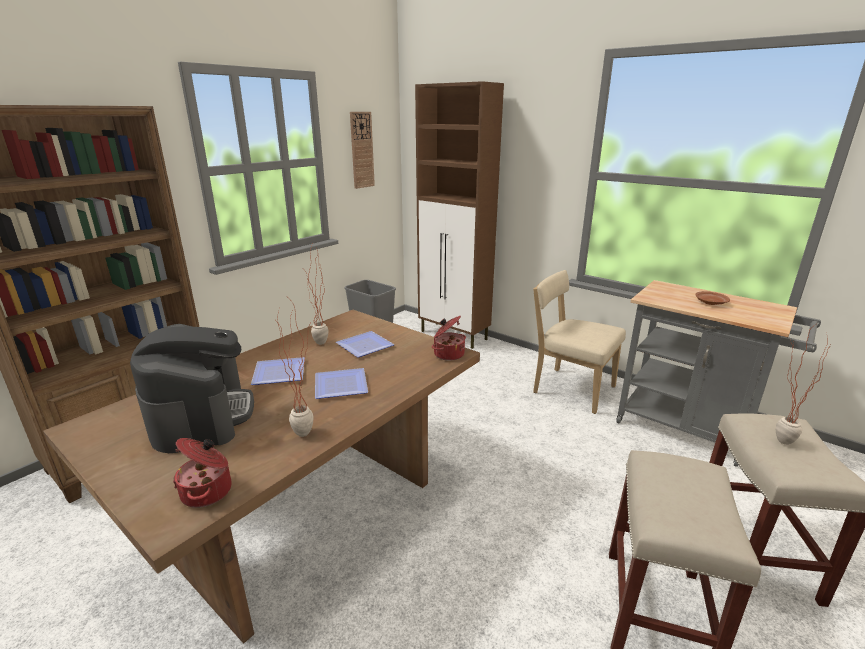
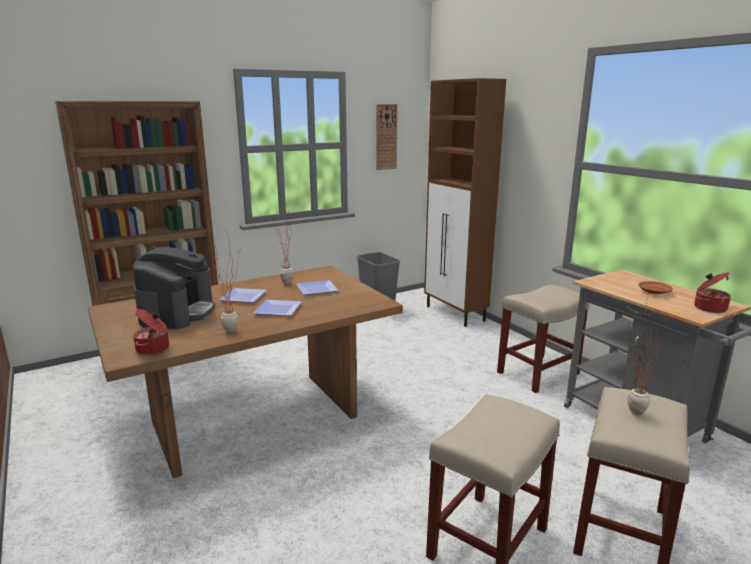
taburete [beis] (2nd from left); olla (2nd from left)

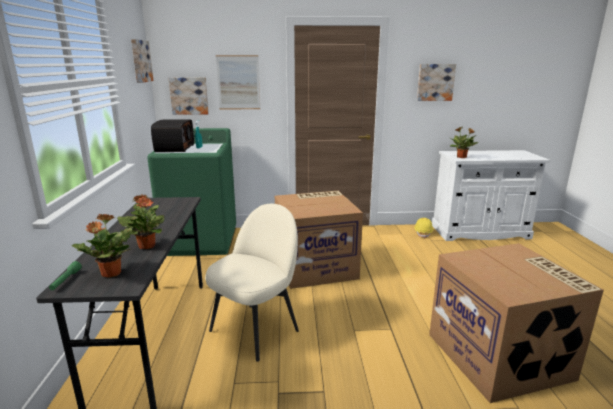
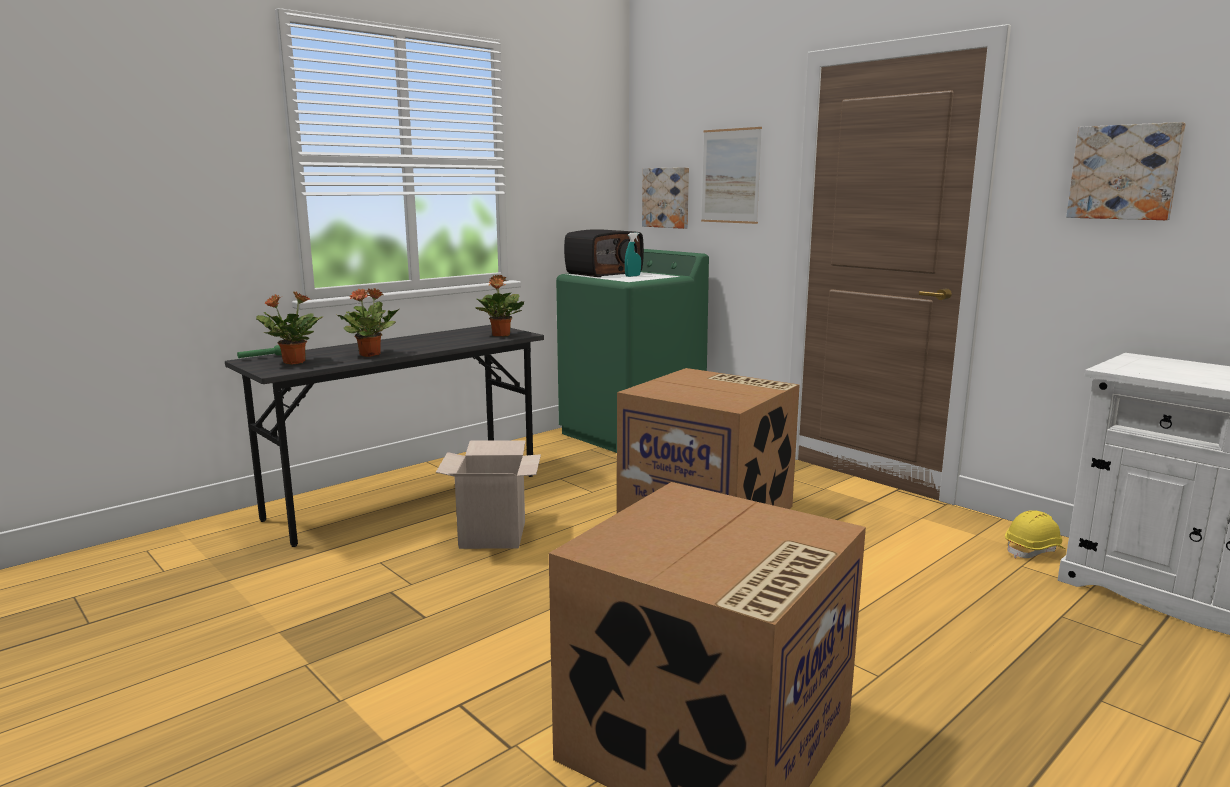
caja de cartón (1st from left); planta en maceta (3rd from left); cuadro (1st from left in the first image)

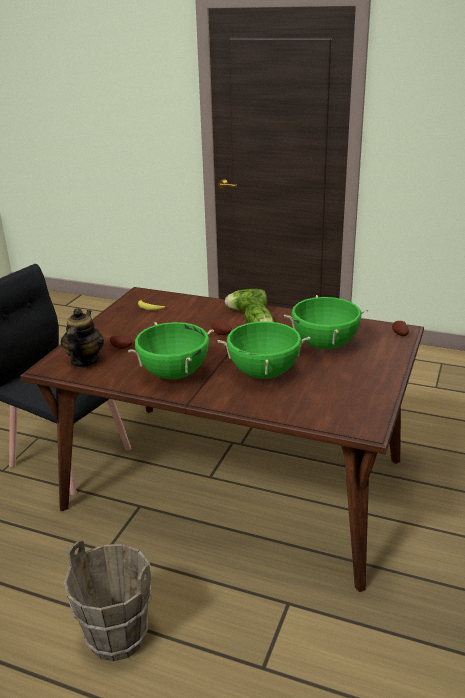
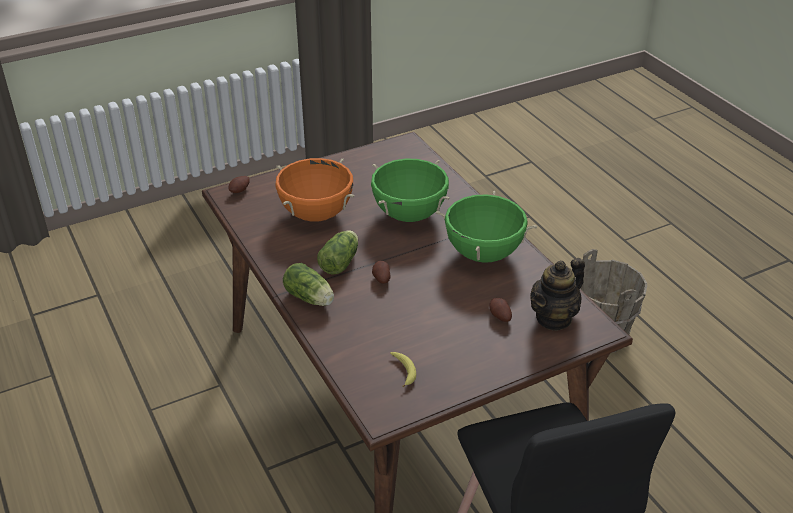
olla [naranja]

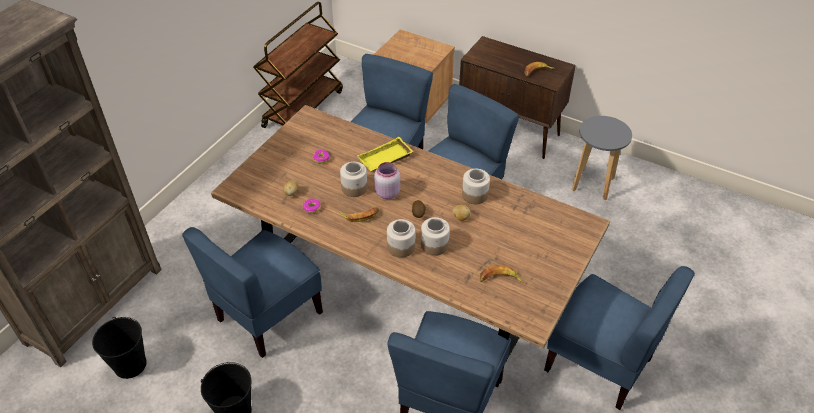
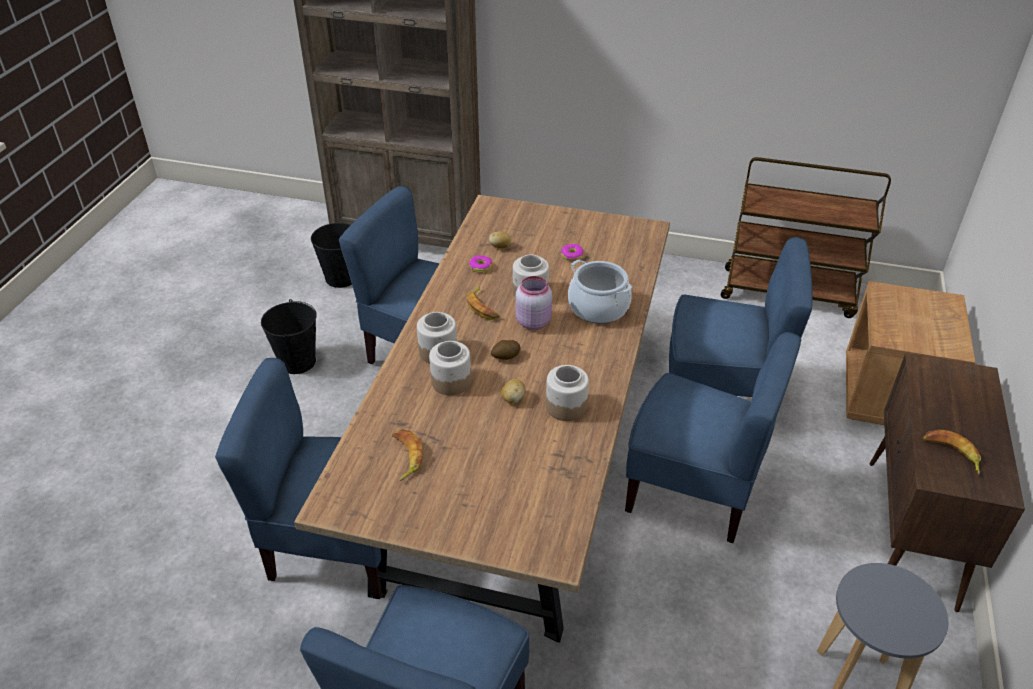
olla

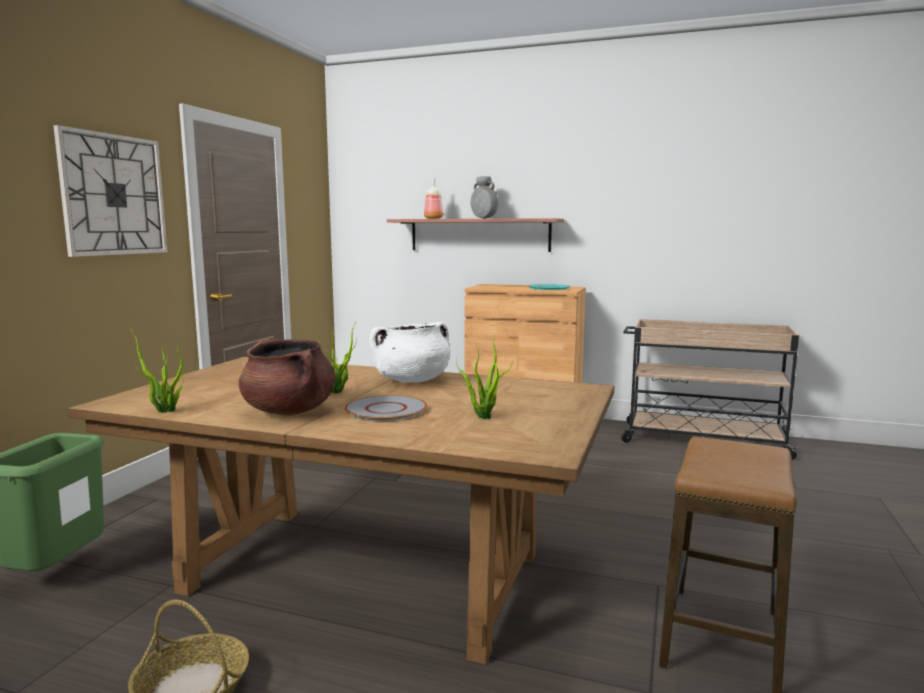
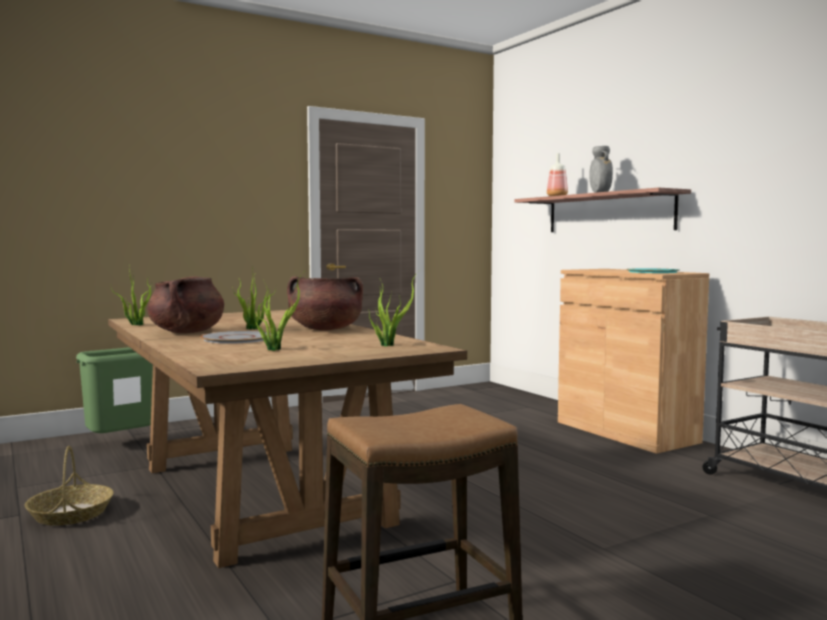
olla [marrón] (2nd from left); planta en maceta (4th from left); reloj de pared

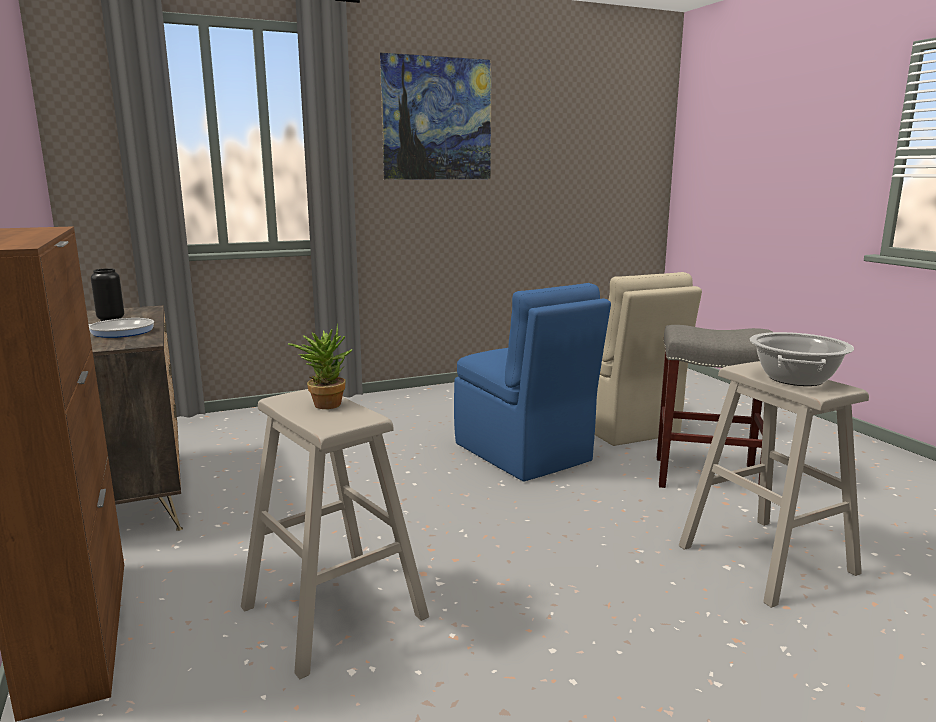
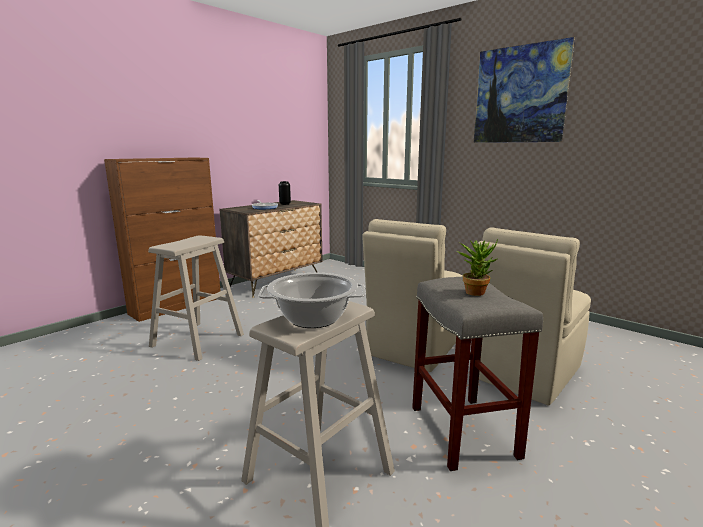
silla [beis] (1st from left); planta en maceta

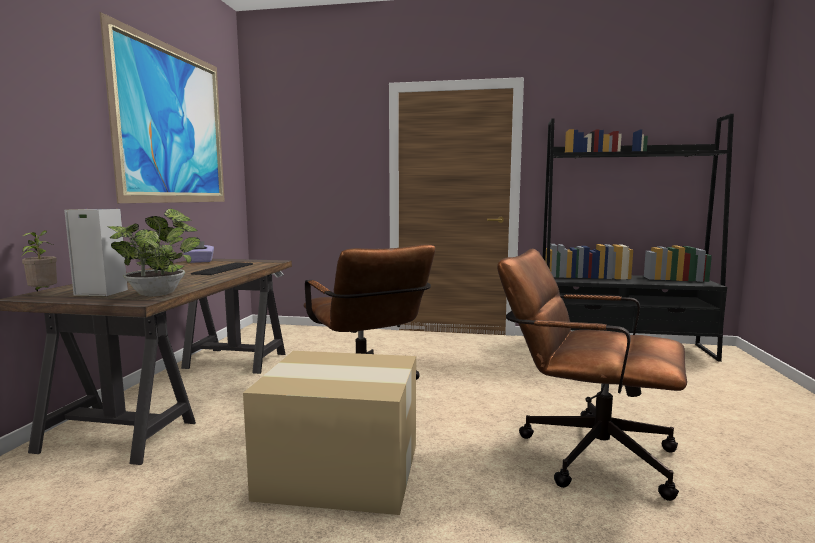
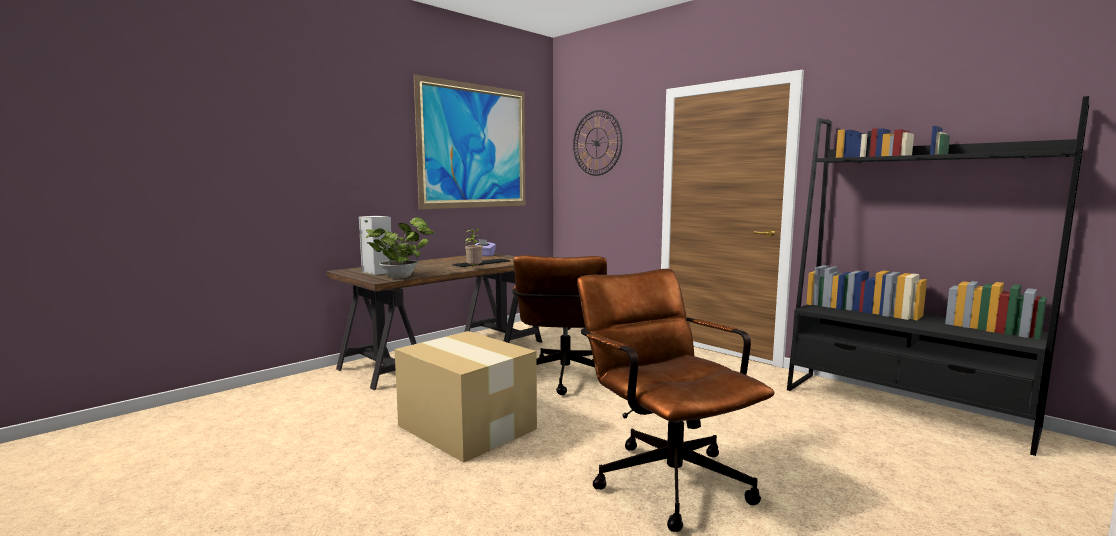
planta en maceta (2nd from left); reloj de pared

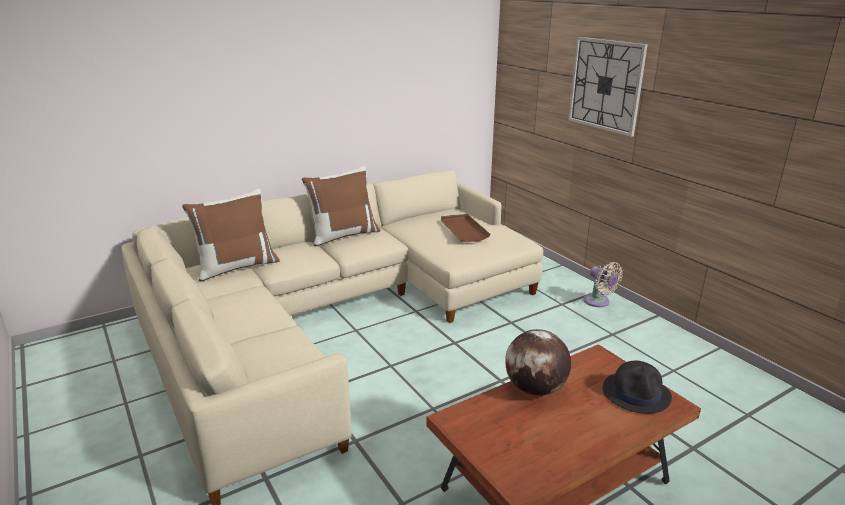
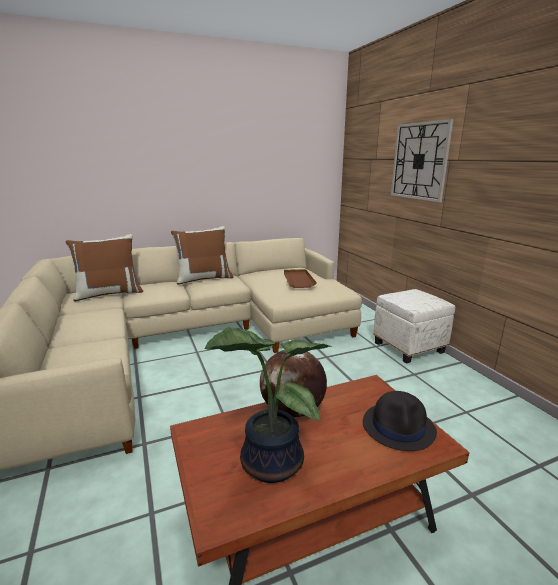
planta en maceta; puf [blanco]

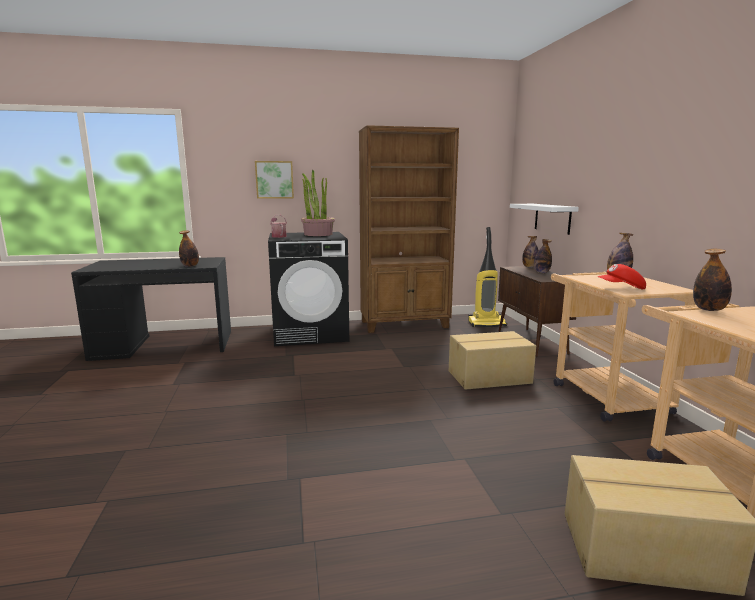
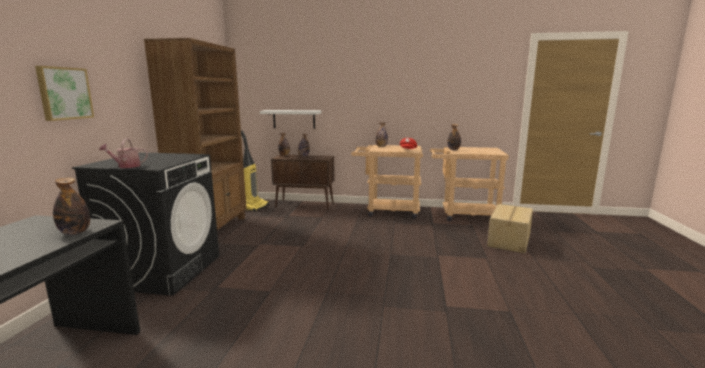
planta en maceta; caja de cartón (1st from left in the first image)

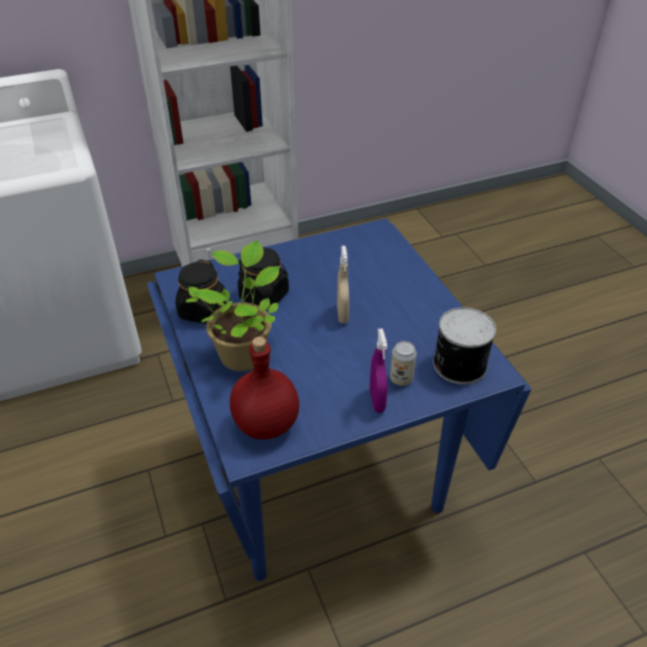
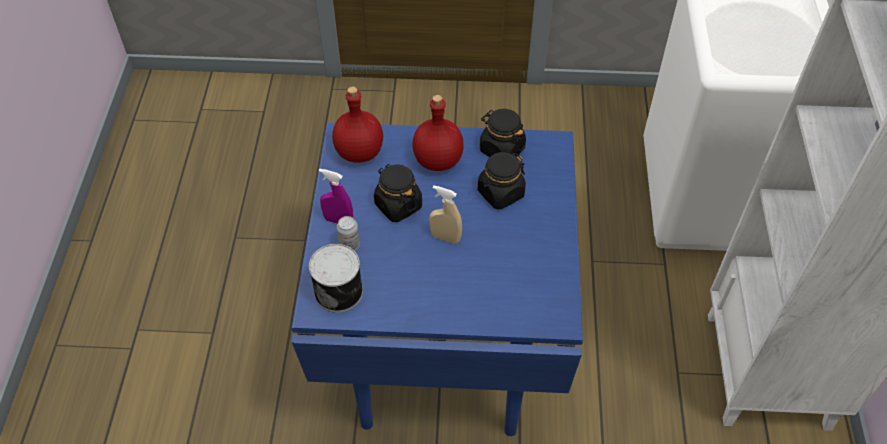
tarro [negro] (1st from left); botella [rojo] (2nd from left)

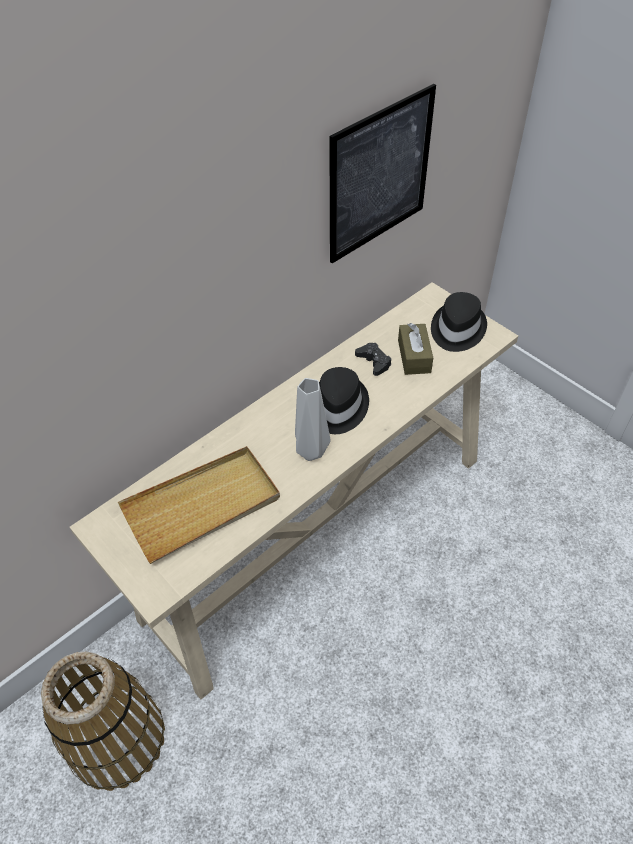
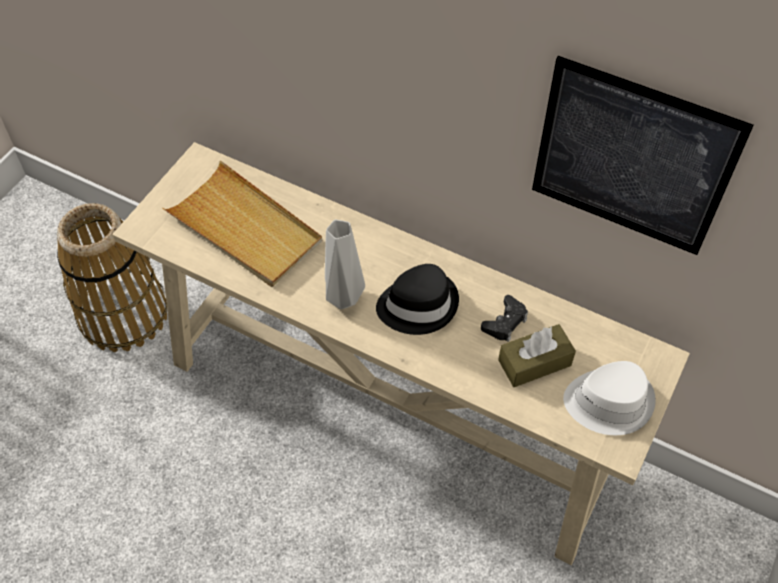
sombrero [blanco]

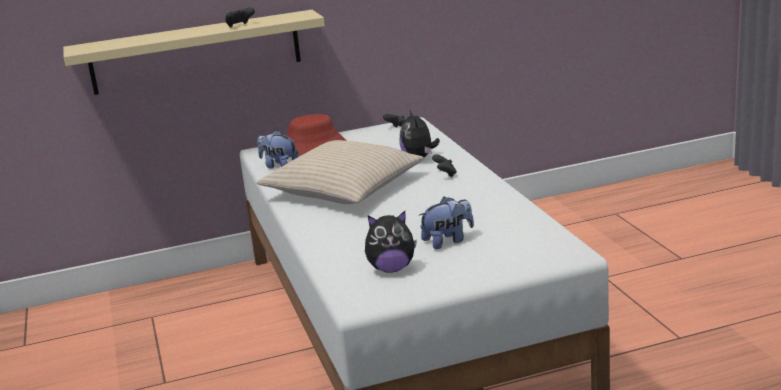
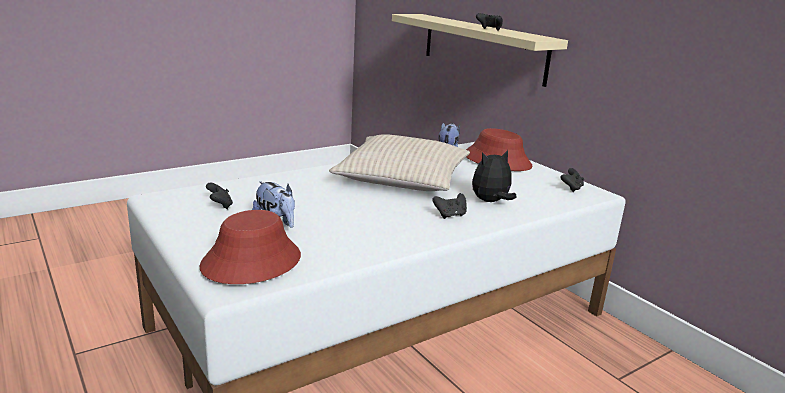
sombrero [rojo] (1st from left); mando de consola [negro] (1st from left)

